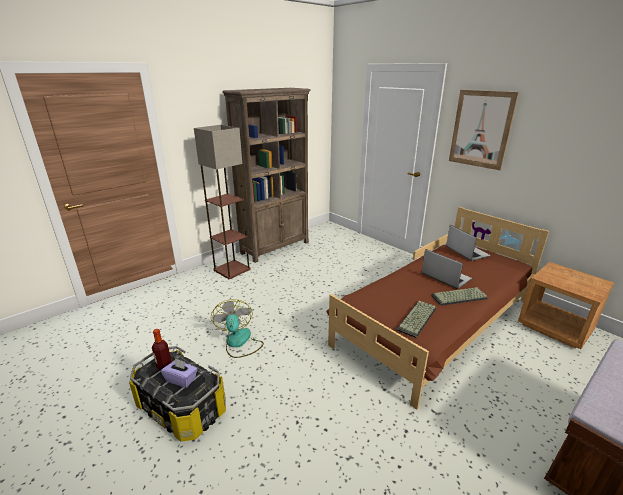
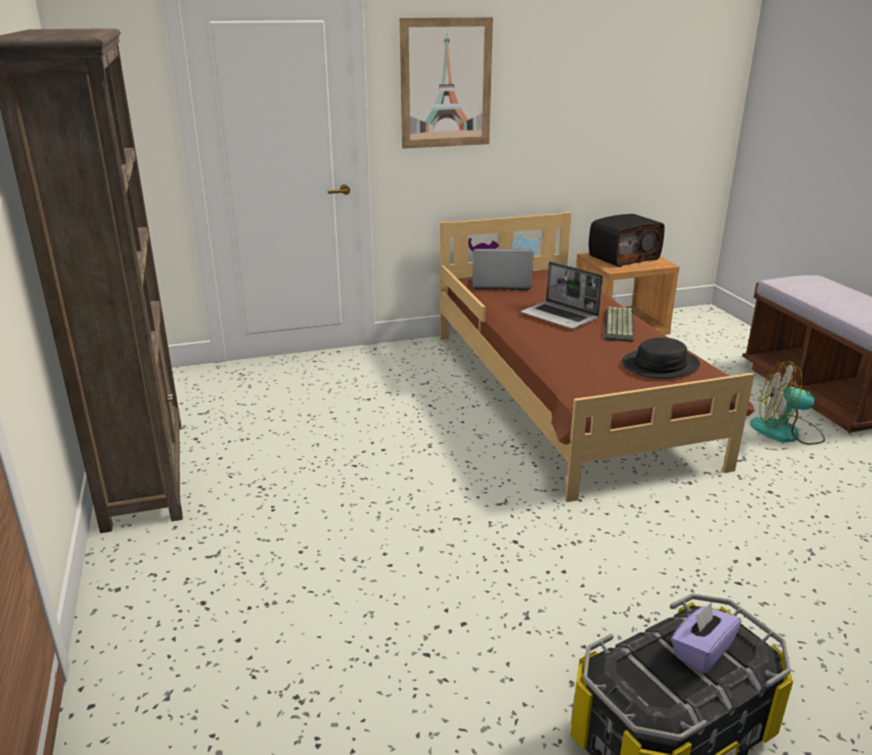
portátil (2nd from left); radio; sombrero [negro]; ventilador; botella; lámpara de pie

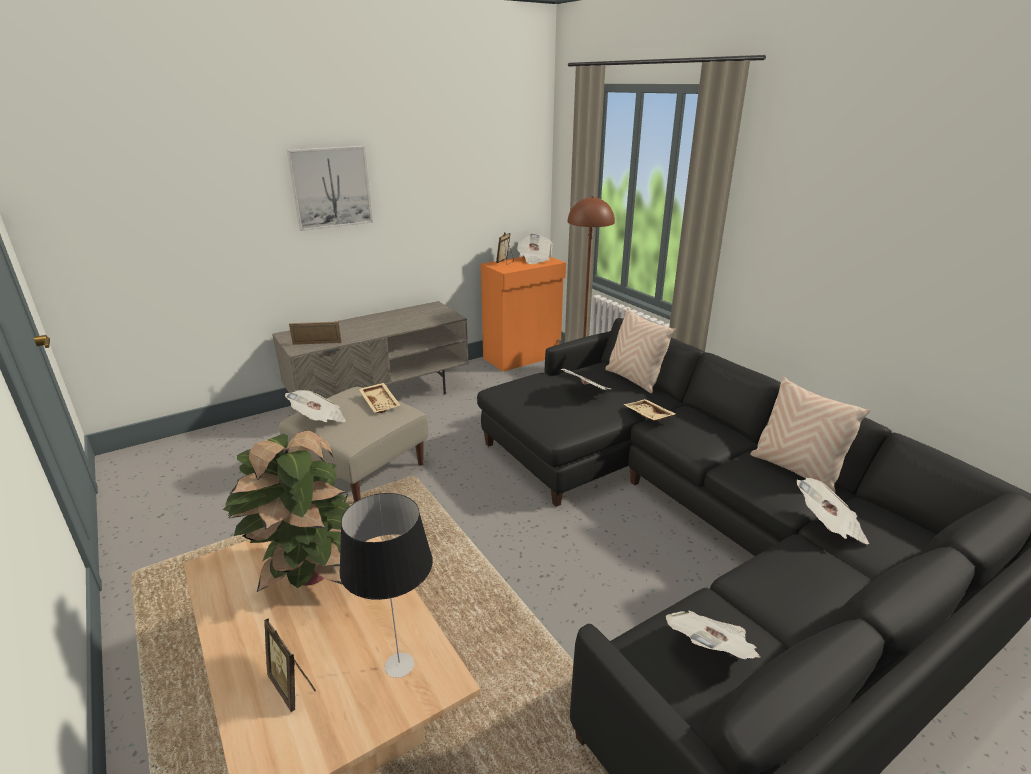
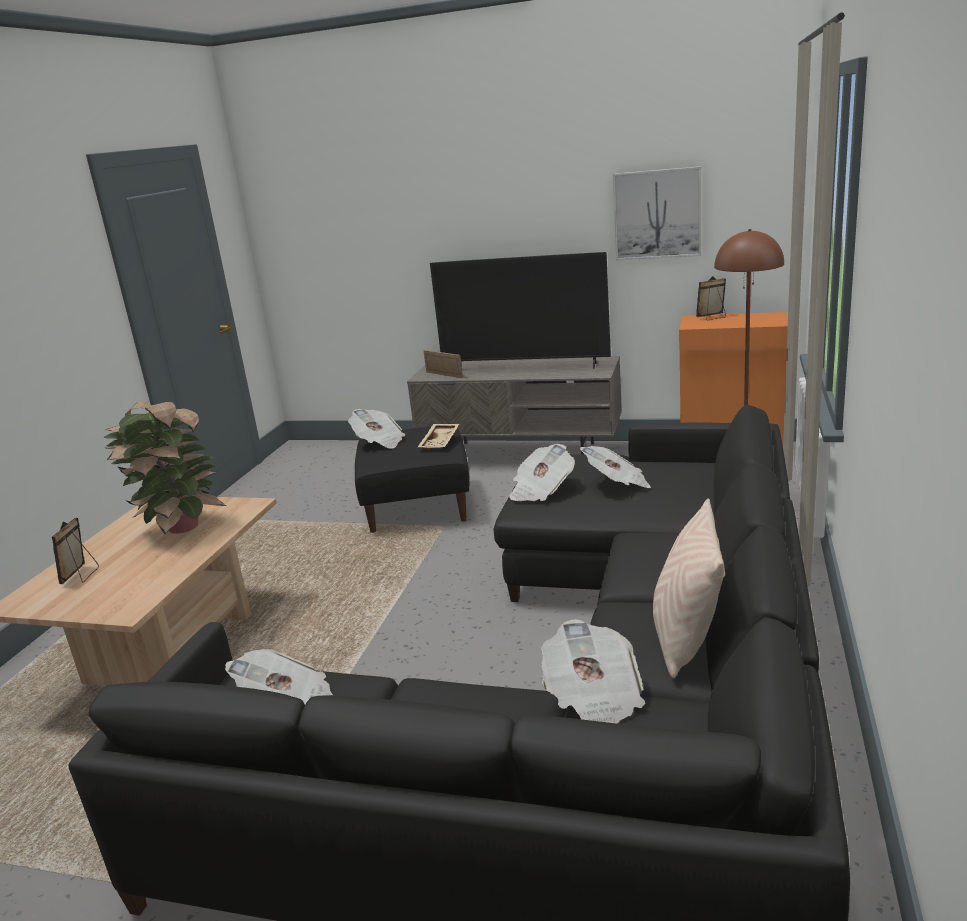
puf [negro]; televisor; periódico (3rd from left); cuadro; lámpara de mesa; cojín [beis] (1st from left in the first image); bandeja [beis] (2nd from left in the first image)

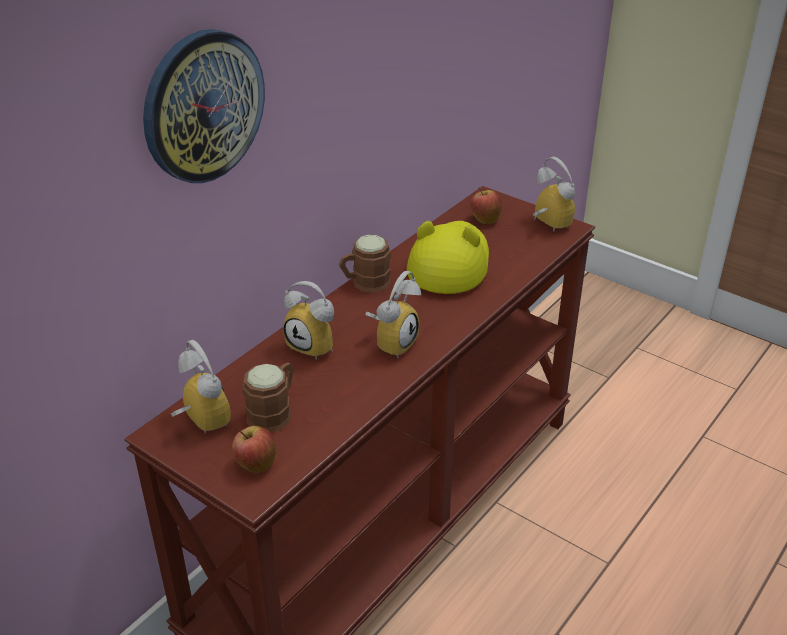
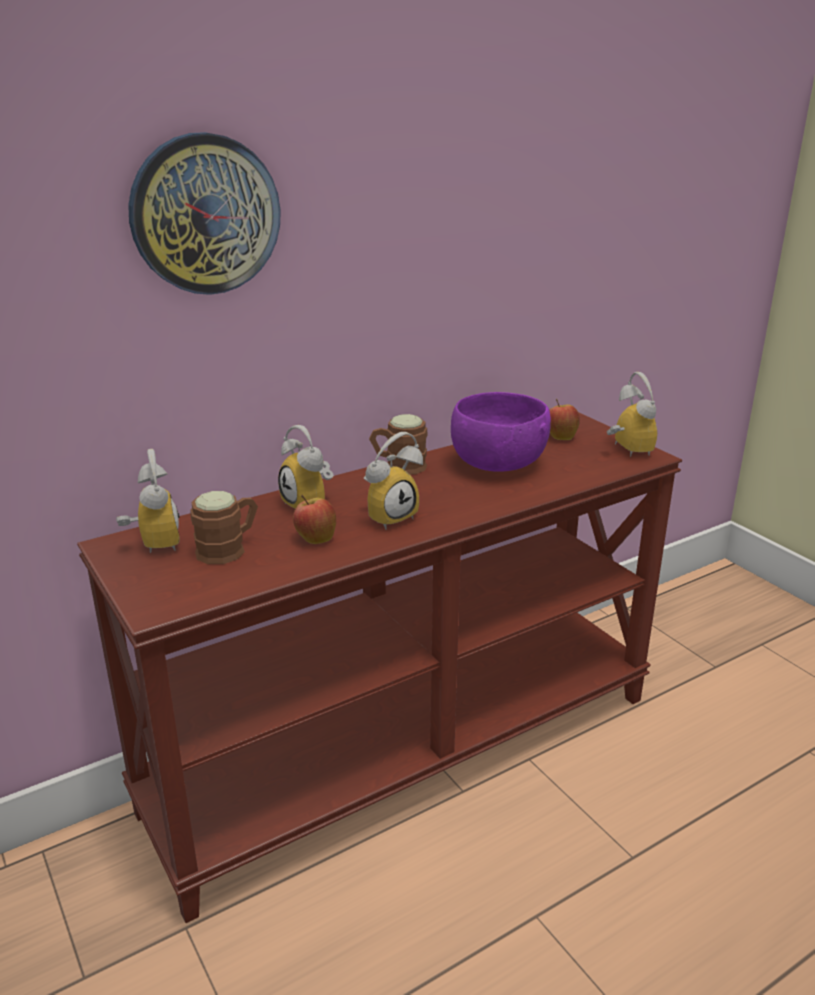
manzana (1st from left); cuenco [morado]

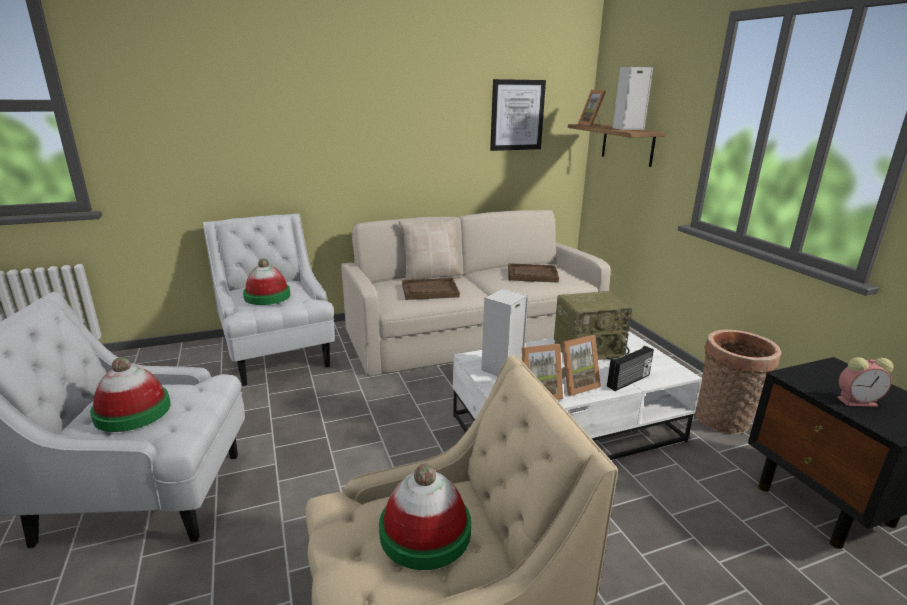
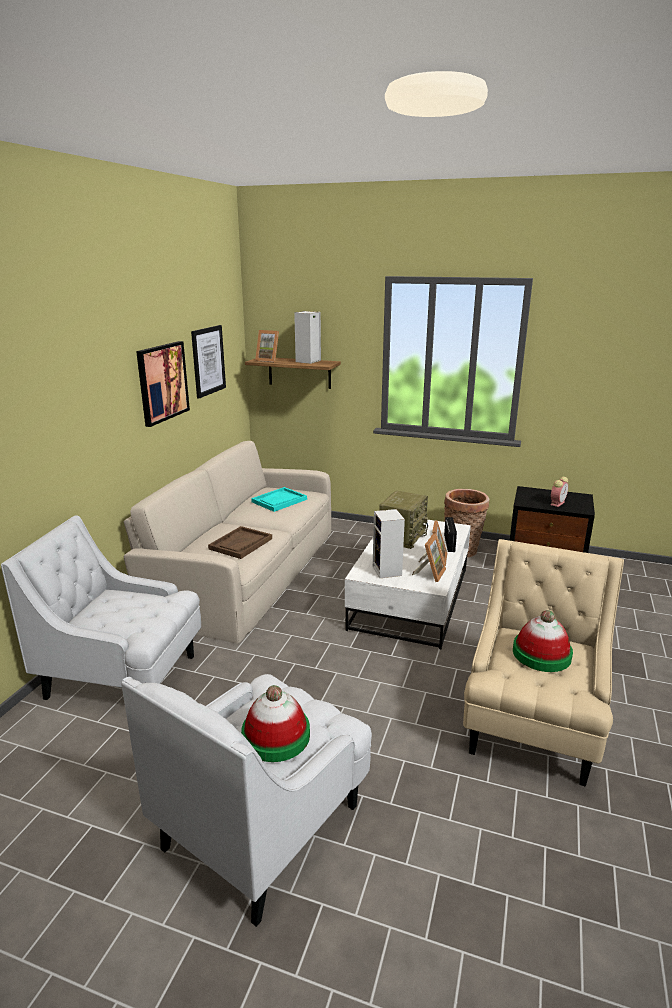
cuadro (1st from left); bandeja [turquesa]; sombrero (2nd from left in the first image); cojín [beis]

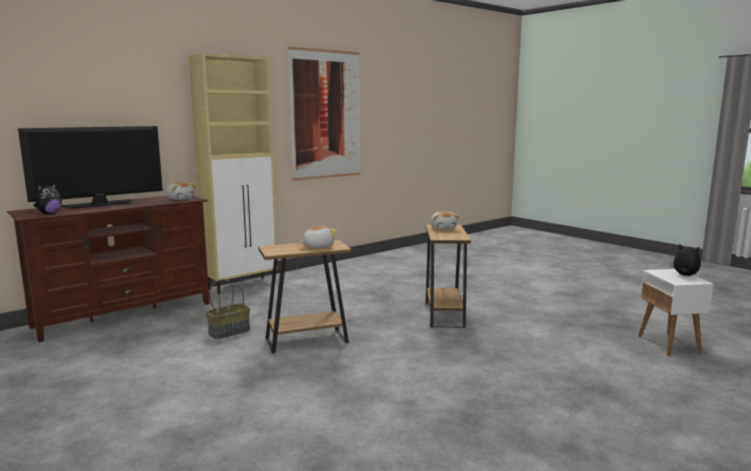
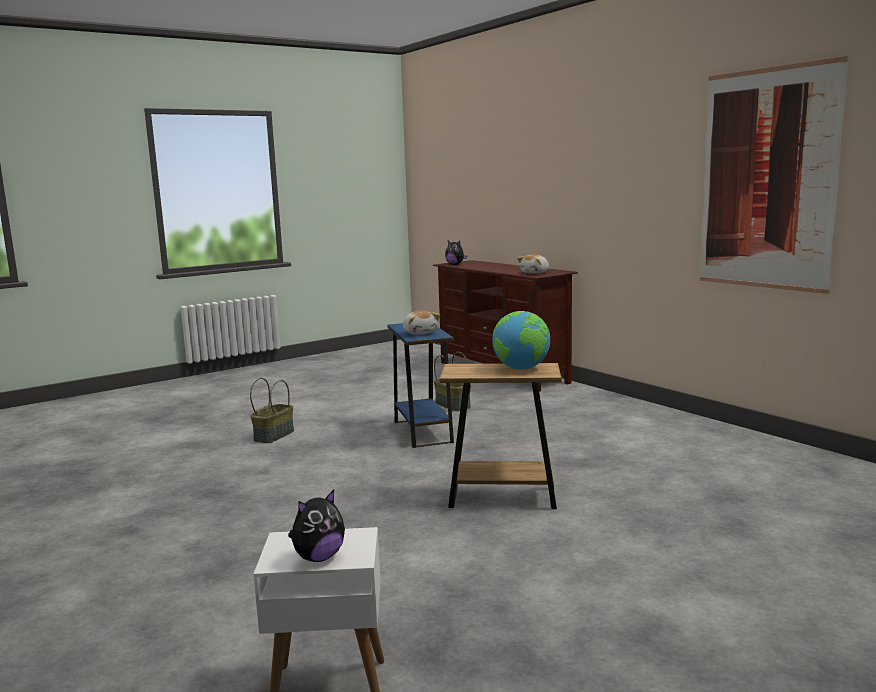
cesta (1st from left); mesa auxiliar [azul]; globo terráqueo; televisor; armario [beis]

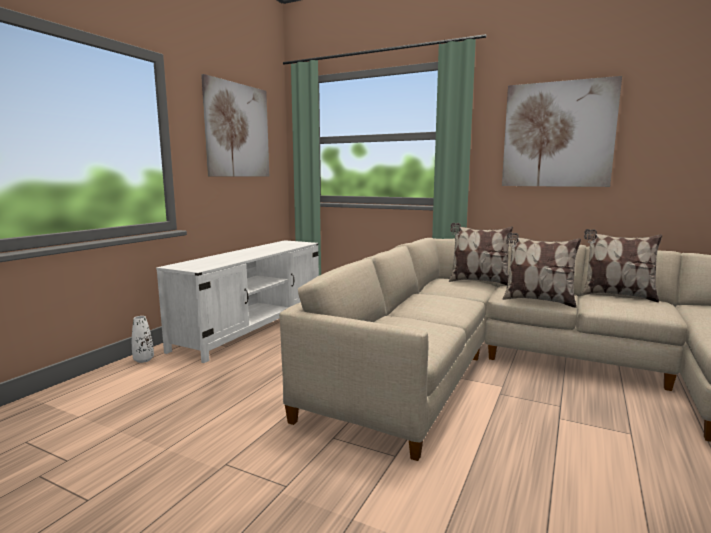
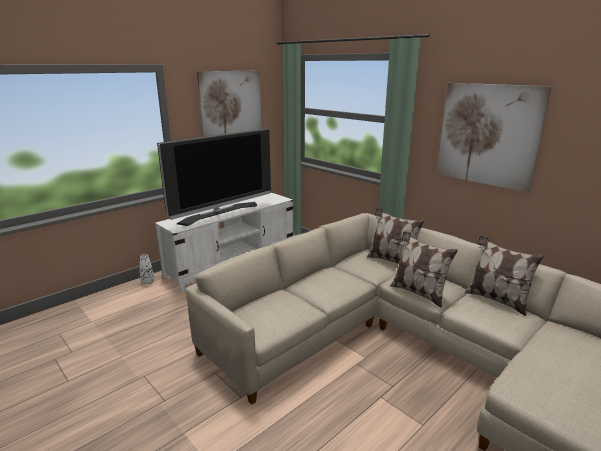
televisor

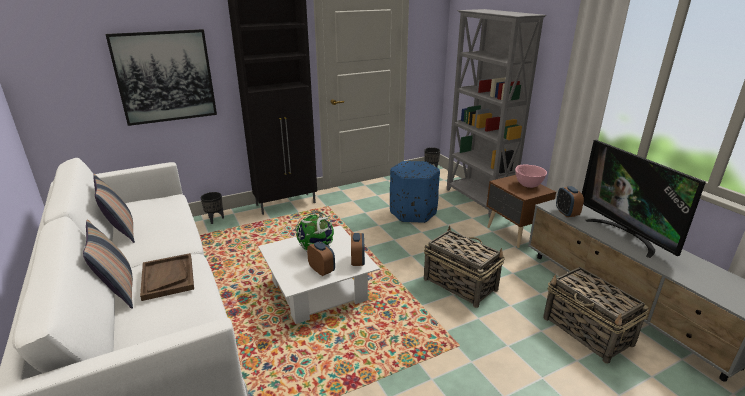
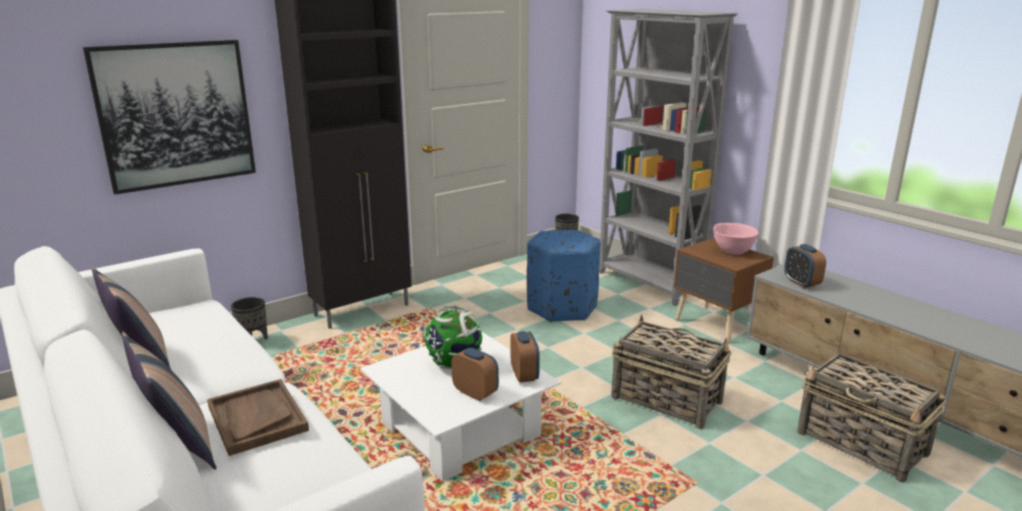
televisor

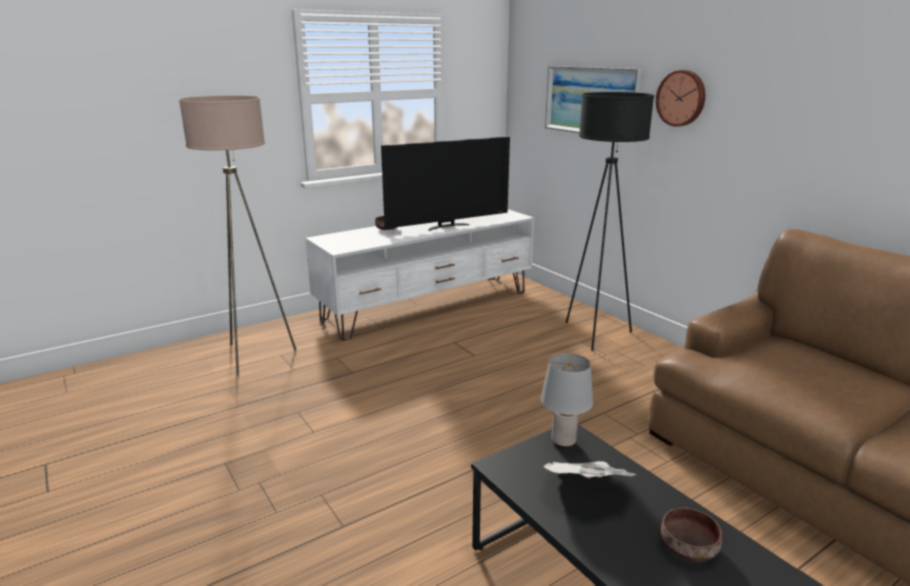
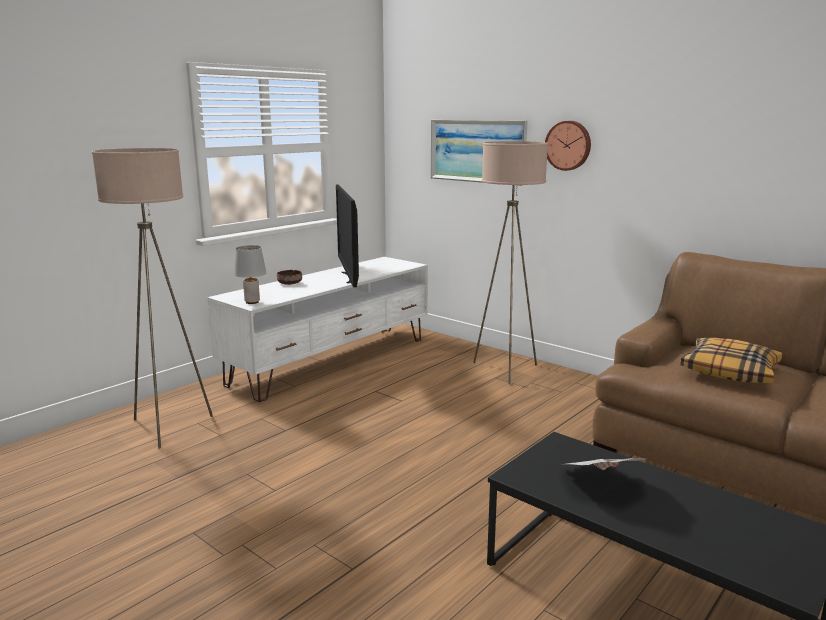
lámpara de mesa [gris]; televisor; lámpara de pie [beis] (2nd from left); cojín; cuenco [marrón] (2nd from left in the first image)

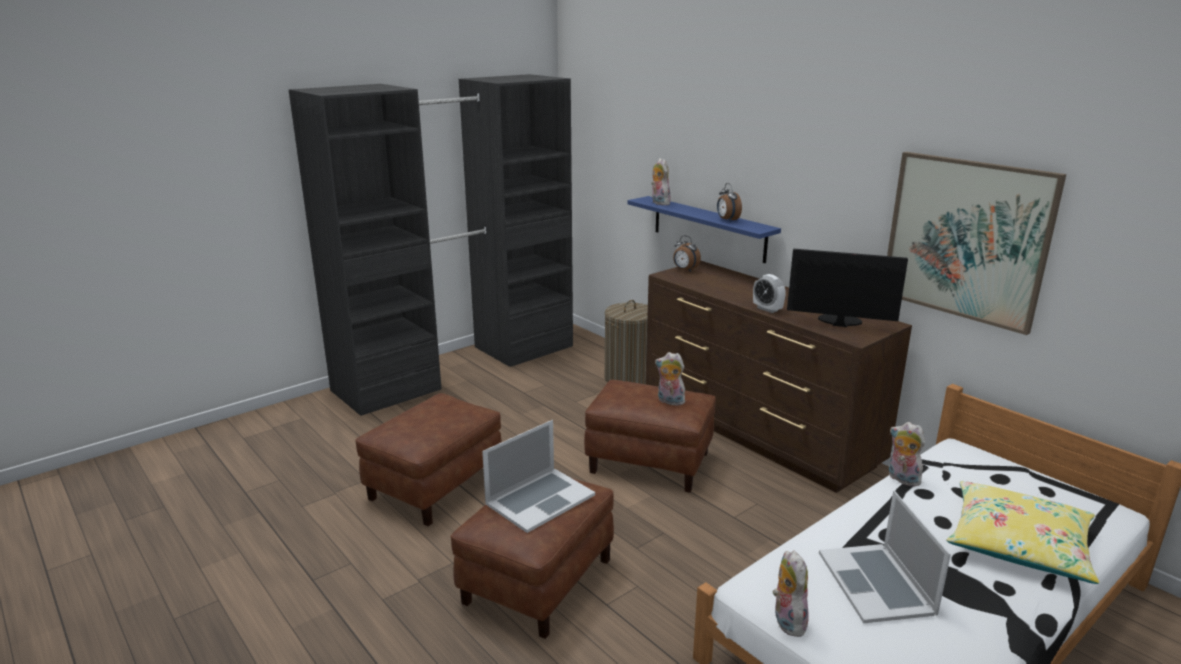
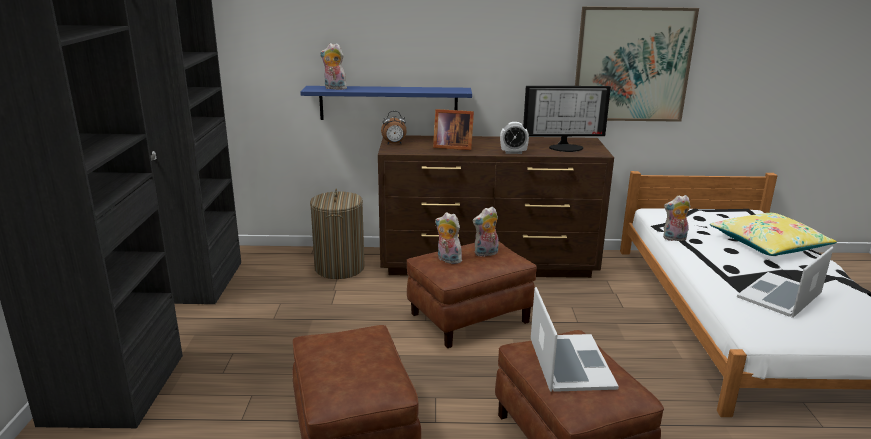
portarretratos; peluche (2nd from left); monitor; portátil (2nd from left); despertador (2nd from left in the first image)

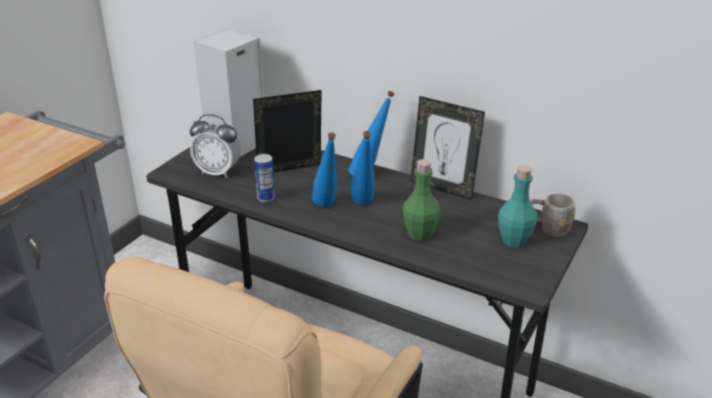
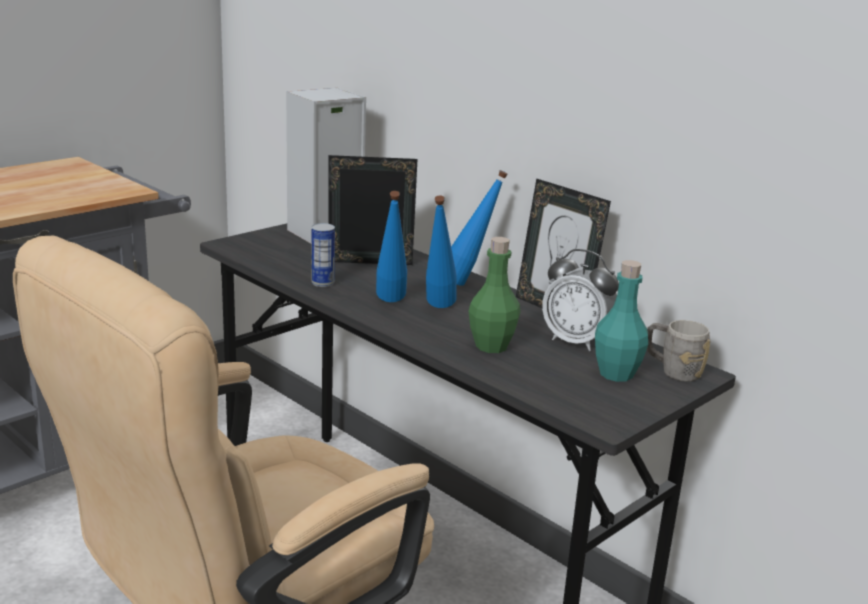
despertador

